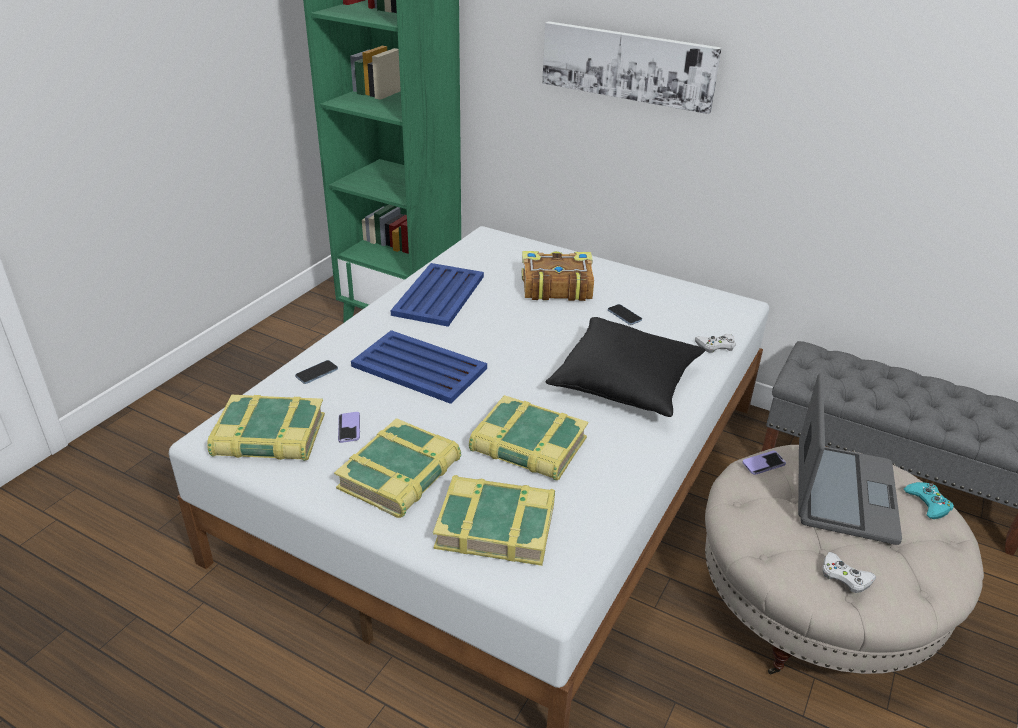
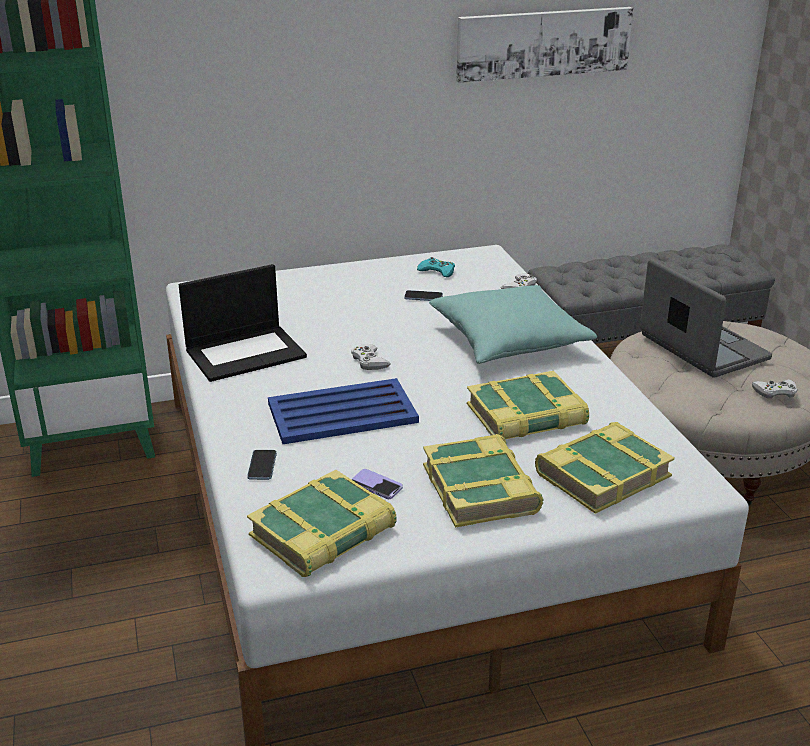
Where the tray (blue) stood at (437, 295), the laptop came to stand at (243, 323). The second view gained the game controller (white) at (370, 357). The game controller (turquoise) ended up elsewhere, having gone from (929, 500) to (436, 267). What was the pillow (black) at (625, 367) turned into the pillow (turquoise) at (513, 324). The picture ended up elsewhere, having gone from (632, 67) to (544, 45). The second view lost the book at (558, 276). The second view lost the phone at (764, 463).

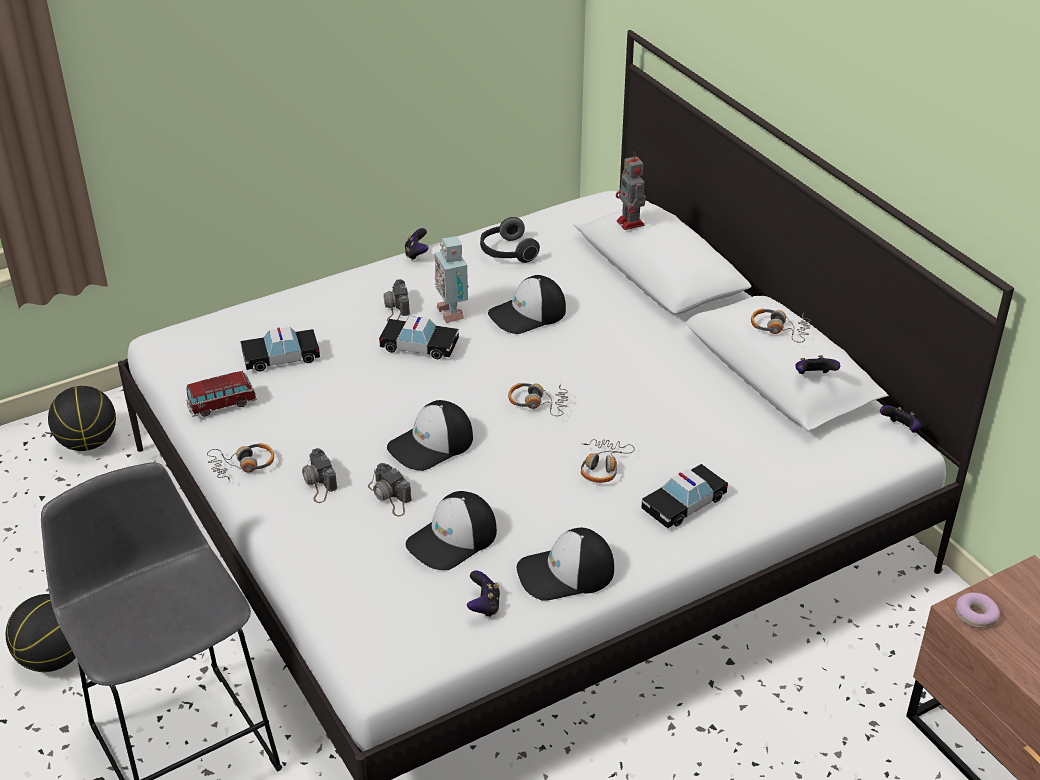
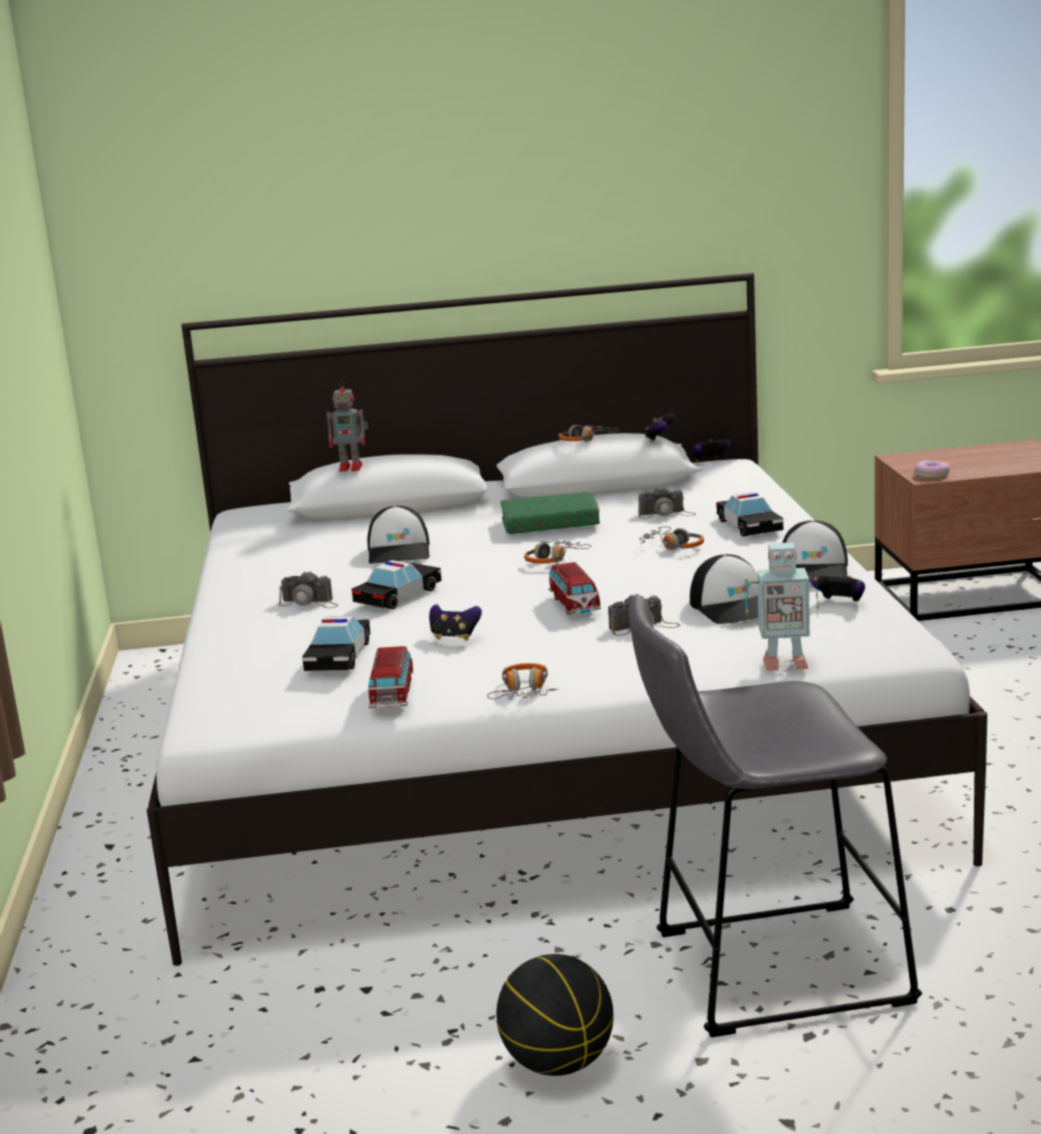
The game controller ended up elsewhere, having gone from (417, 244) to (455, 622). The second view gained the book (green) at (550, 513). Where the cap stood at (430, 435), the toy car came to stand at (575, 588). The photo camera ended up elsewhere, having gone from (319, 475) to (667, 502). The toy robot ended up elsewhere, having gone from (451, 279) to (782, 606). The second view lost the basketball at (82, 418). The second view lost the headphones at (510, 240).

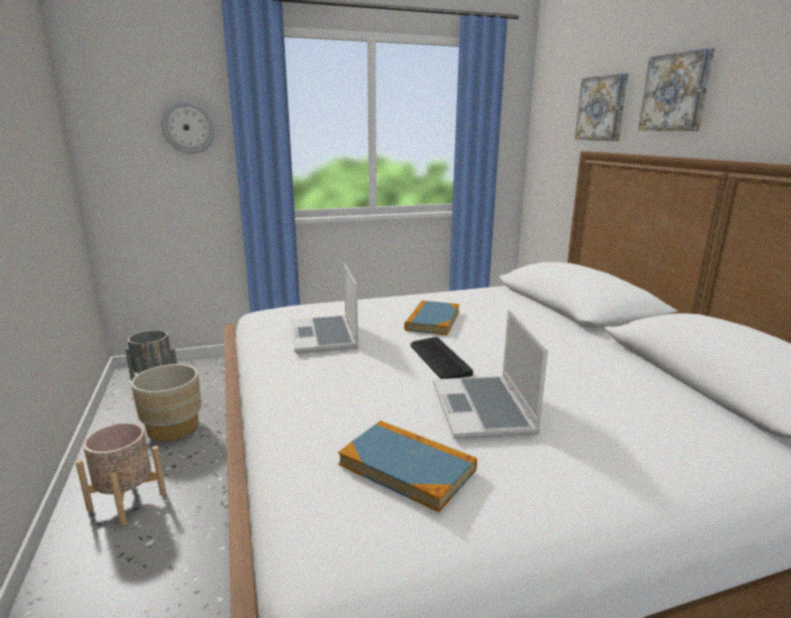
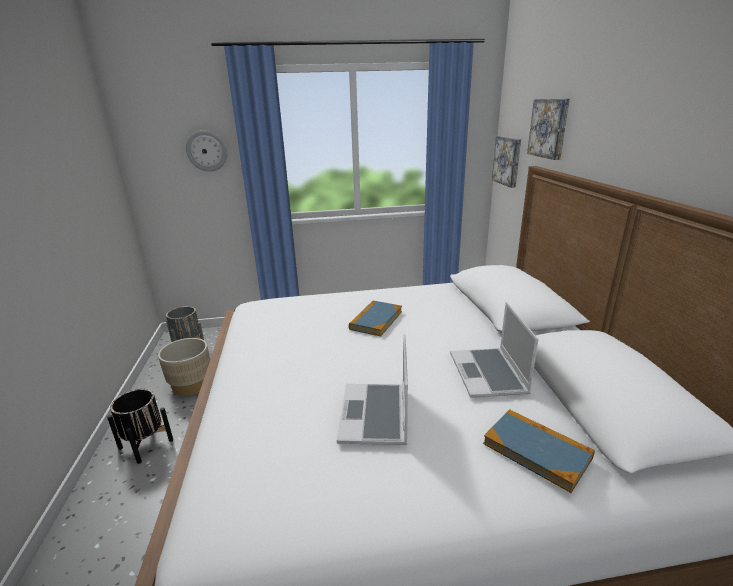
What was the planter (beige) at (120, 474) turned into the planter (black) at (140, 426). The laptop ended up elsewhere, having gone from (325, 308) to (494, 350). The book ended up elsewhere, having gone from (407, 466) to (539, 451). The picture ended up elsewhere, having gone from (676, 89) to (506, 162). The second view lost the keyboard at (441, 358).

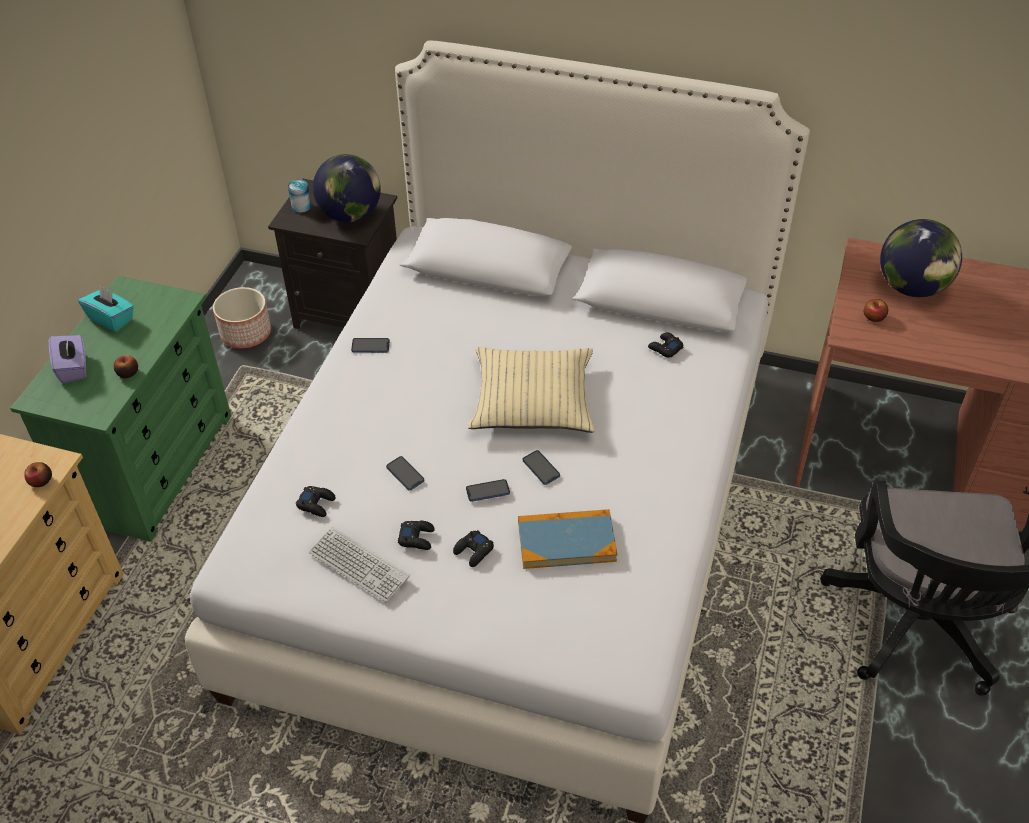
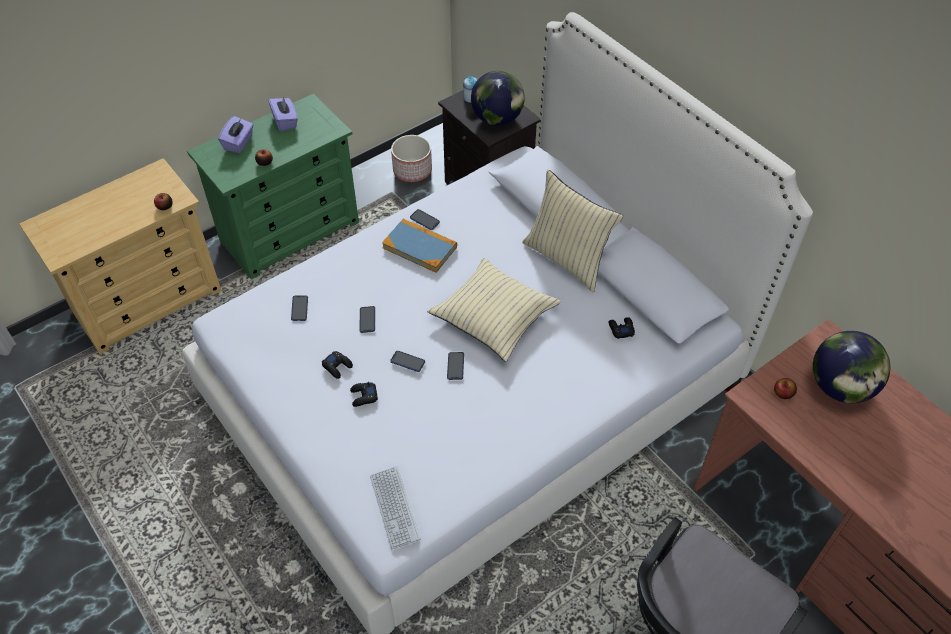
What was the tissue box (turquoise) at (106, 308) turned into the tissue box (purple) at (283, 113). Where the game controller (black) stood at (316, 501), the phone came to stand at (299, 308). The keyboard ended up elsewhere, having gone from (359, 565) to (395, 507). The book ended up elsewhere, having gone from (567, 539) to (419, 246). The second view gained the pillow (beige) at (573, 230).

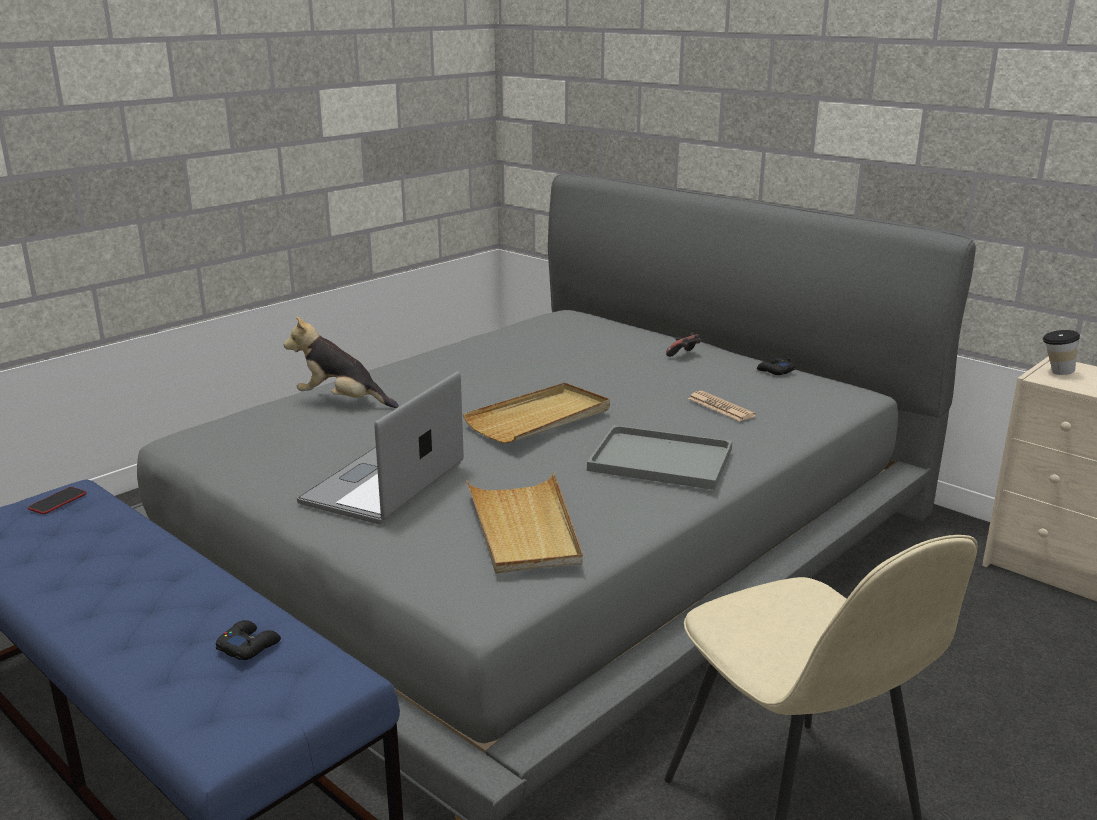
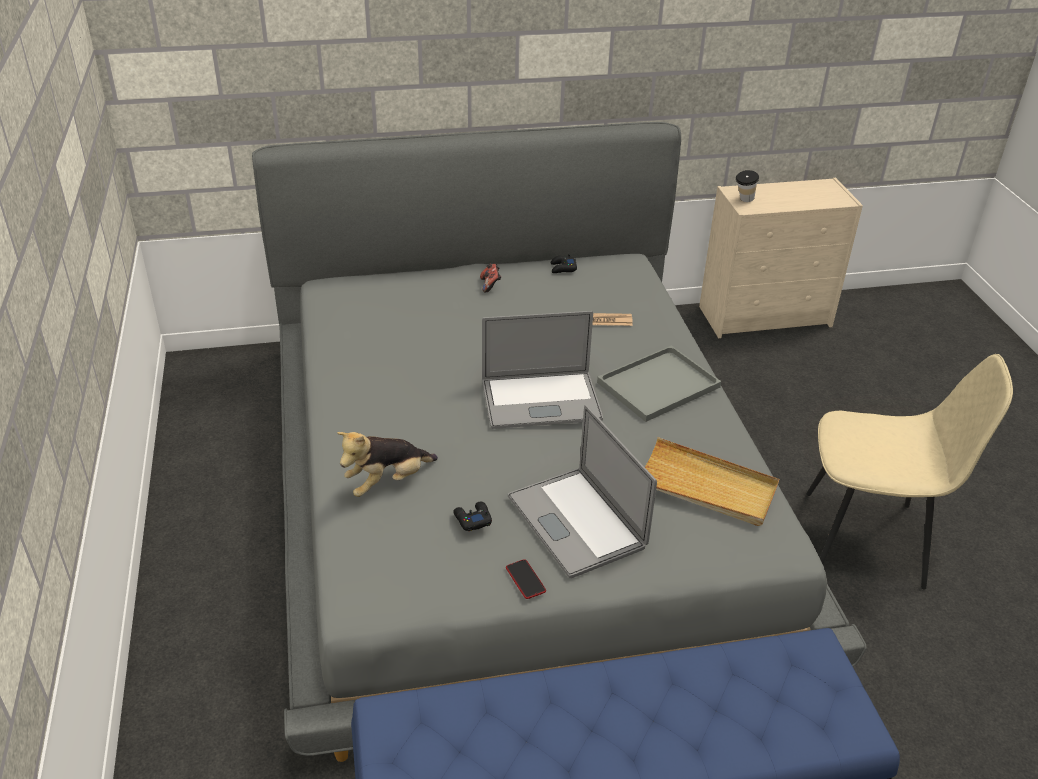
The game controller (black) ended up elsewhere, having gone from (248, 640) to (472, 516). Where the tray (beige) stood at (536, 413), the laptop came to stand at (542, 370). The phone ended up elsewhere, having gone from (57, 500) to (526, 579).

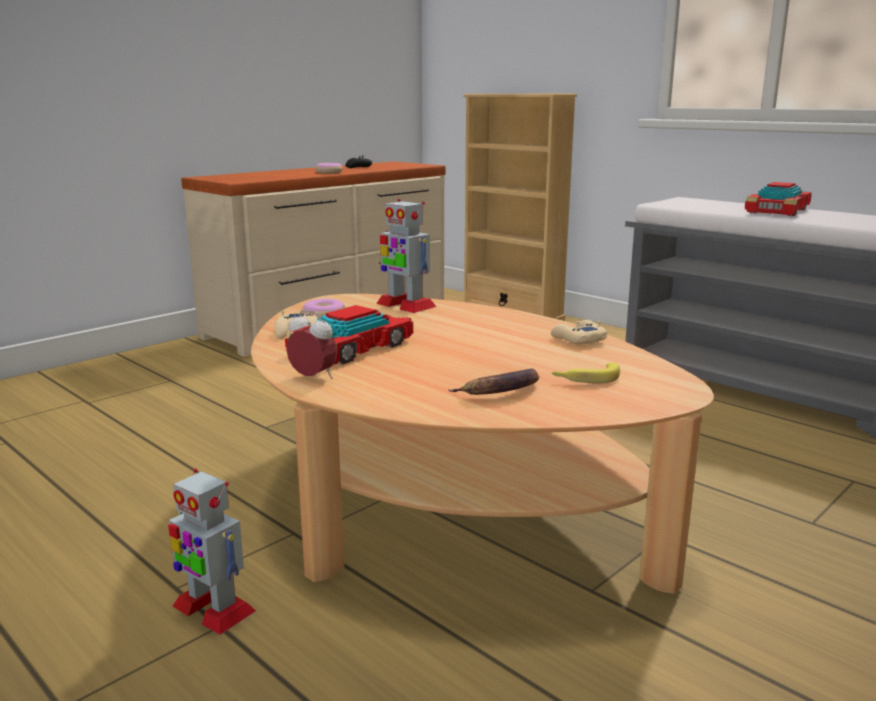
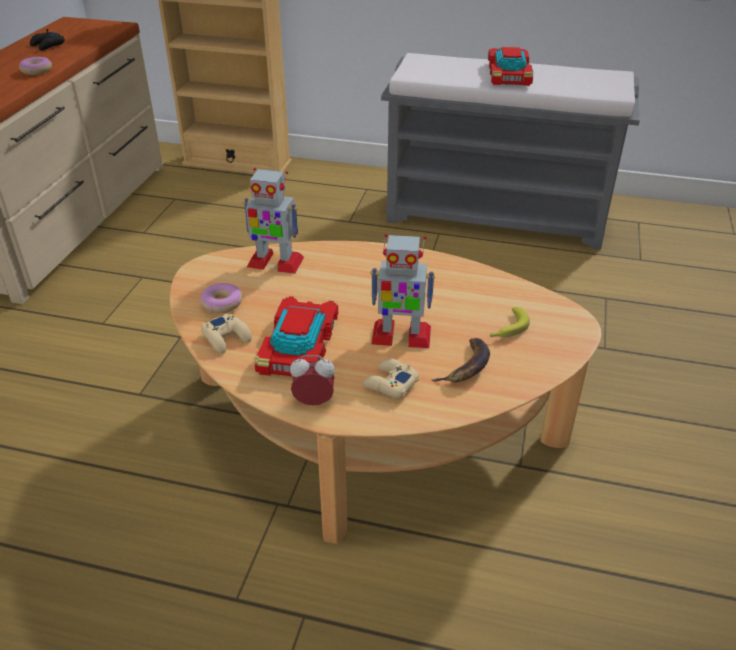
The game controller (beige) ended up elsewhere, having gone from (579, 332) to (391, 378). The toy robot ended up elsewhere, having gone from (212, 551) to (402, 291).

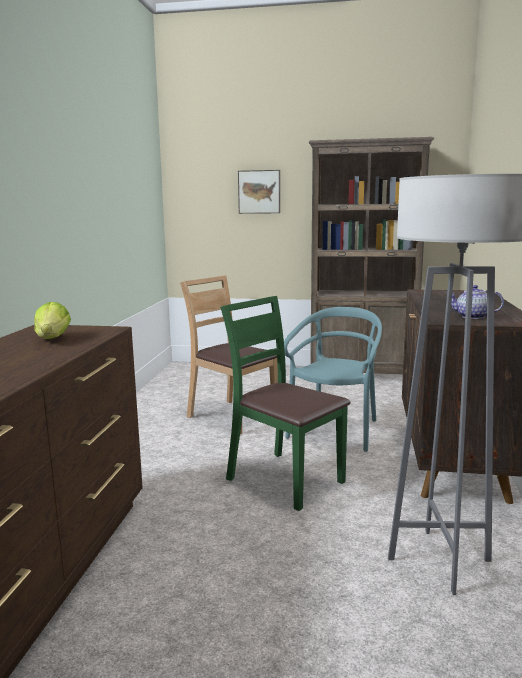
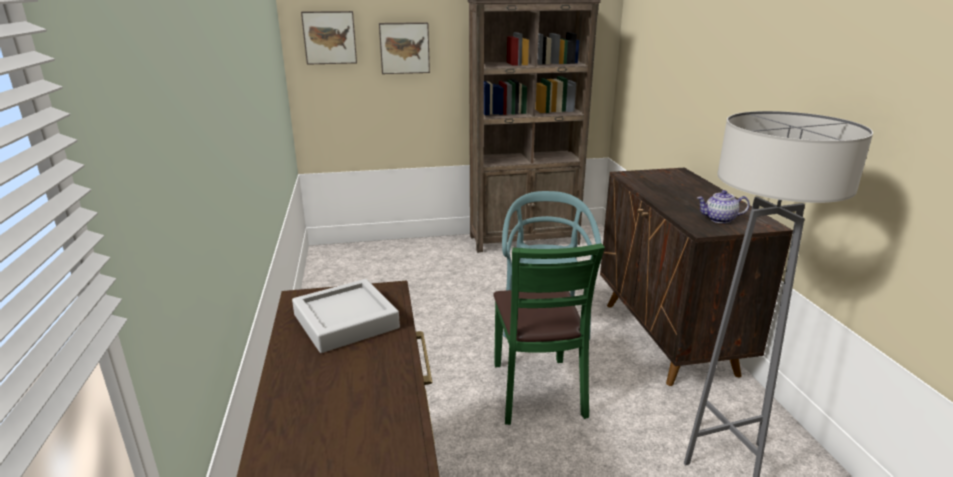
Where the lettuce stood at (52, 320), the tray (grey) came to stand at (346, 316). The second view gained the picture at (329, 38). The chair (green) at (285, 403) ended up facing another way, 120 degrees counterclockwise from before. The second view lost the chair (brown) at (229, 354).

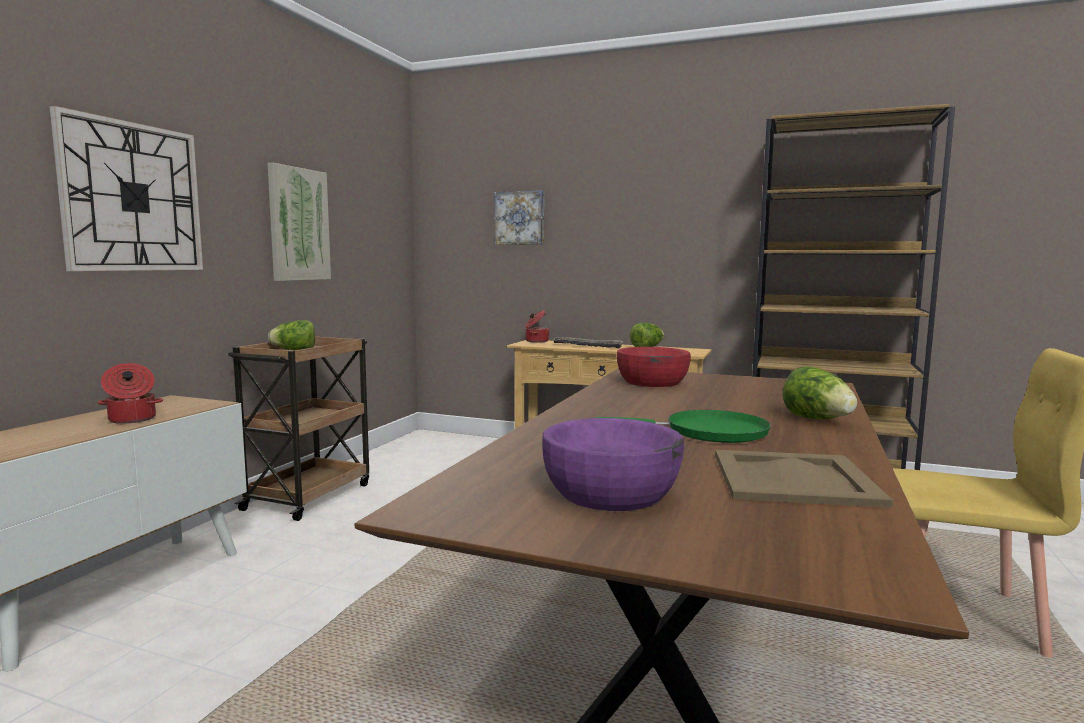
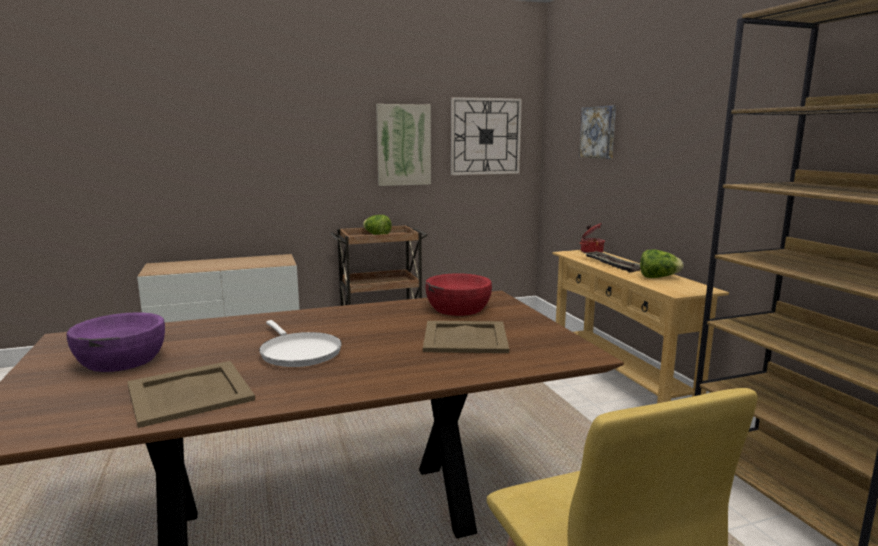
What was the frying pan (green) at (683, 426) turned into the frying pan (white) at (300, 343). The second view gained the tray (beige) at (466, 337). The wall clock ended up elsewhere, having gone from (126, 188) to (486, 136). The second view lost the cooking pot at (130, 393). The second view lost the lettuce at (820, 392).

